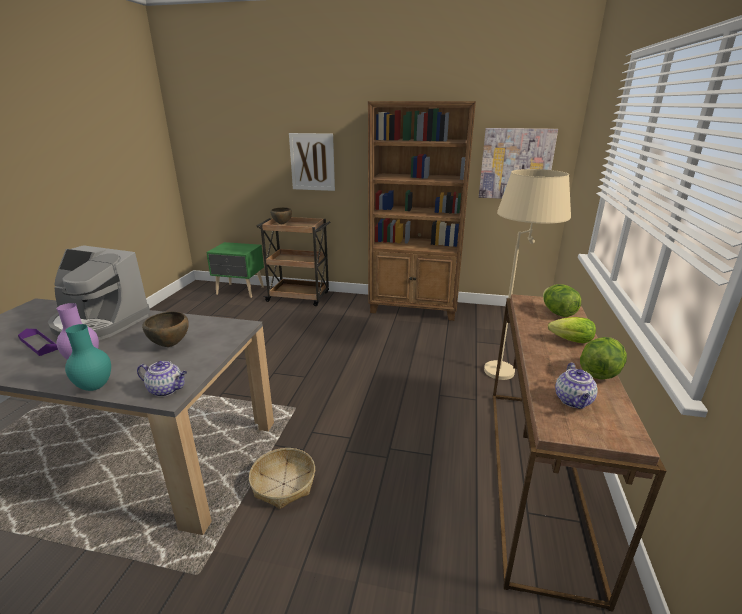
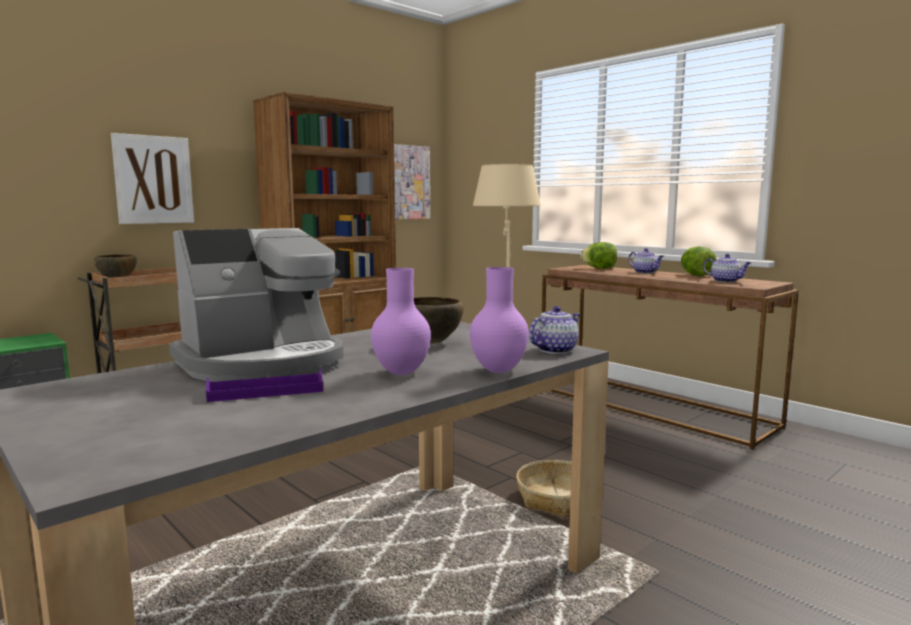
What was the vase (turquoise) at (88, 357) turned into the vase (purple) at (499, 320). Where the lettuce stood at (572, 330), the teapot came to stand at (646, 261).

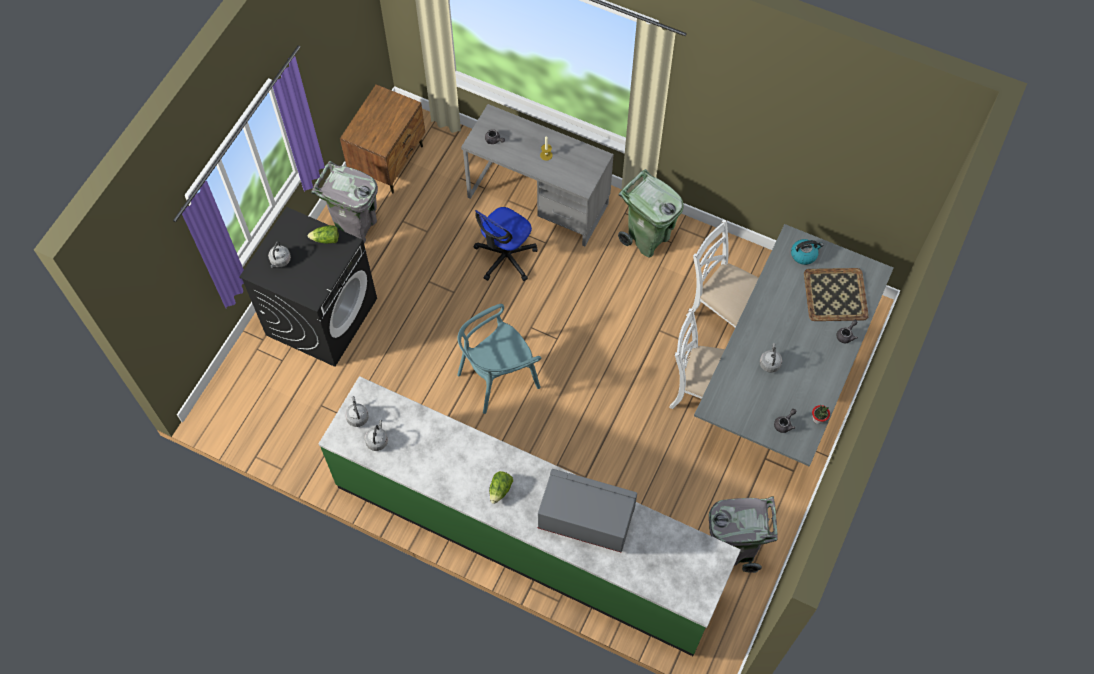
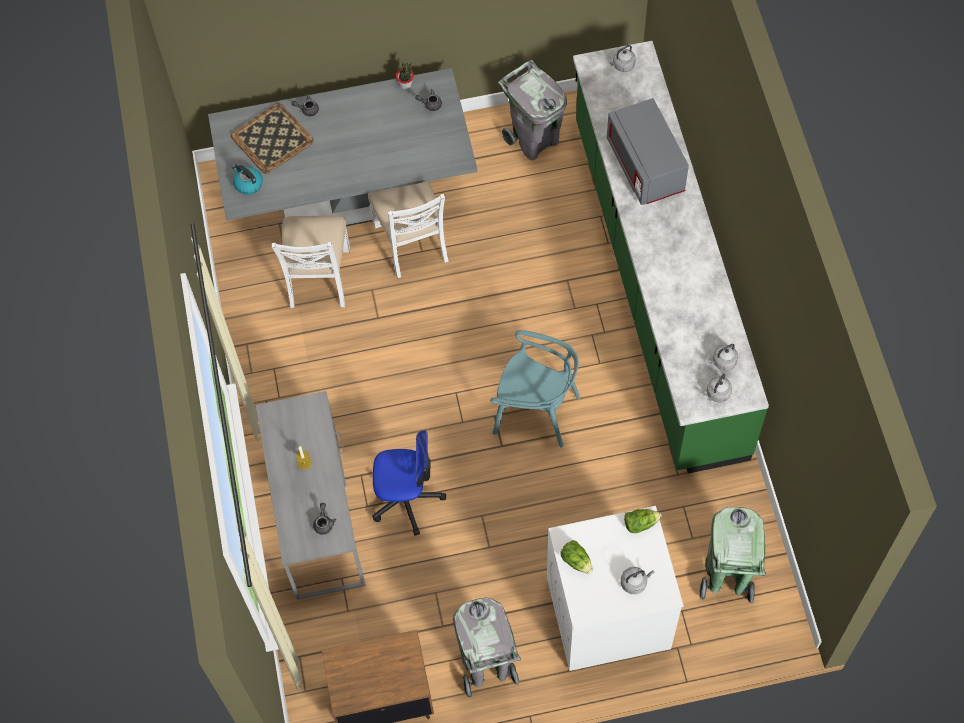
What was the washing machine (black) at (308, 287) turned into the washing machine (white) at (615, 588). The kettle (grey) ended up elsewhere, having gone from (771, 358) to (622, 58). The lettuce ended up elsewhere, having gone from (501, 487) to (643, 521). The trash can (green) ended up elsewhere, having gone from (651, 213) to (732, 555).

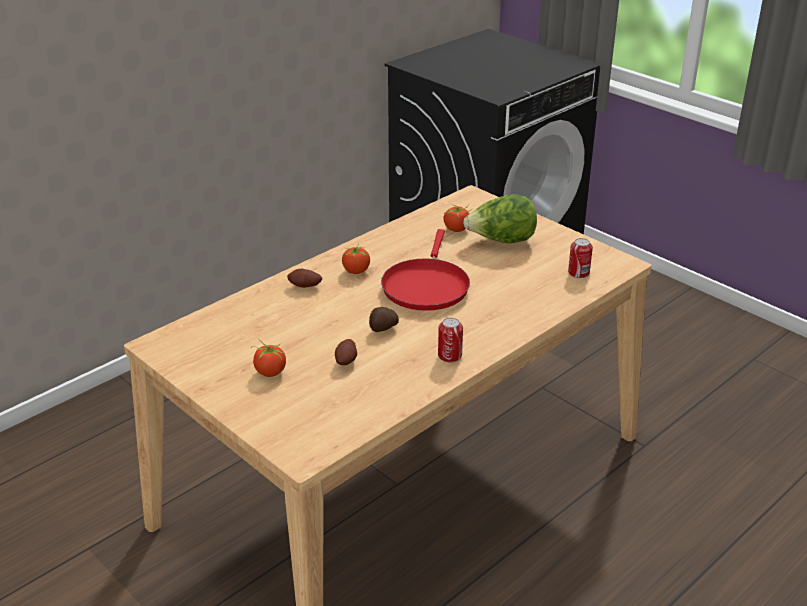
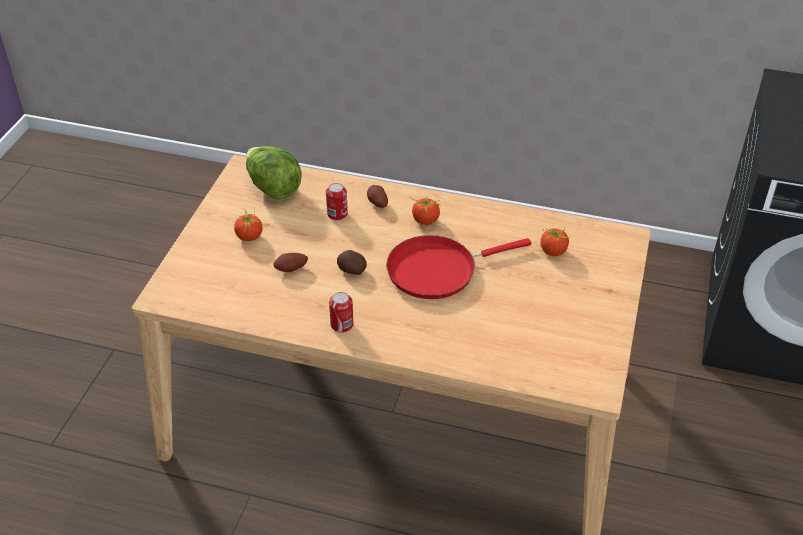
The lettuce ended up elsewhere, having gone from (500, 218) to (274, 173). The can ended up elsewhere, having gone from (580, 258) to (337, 201).

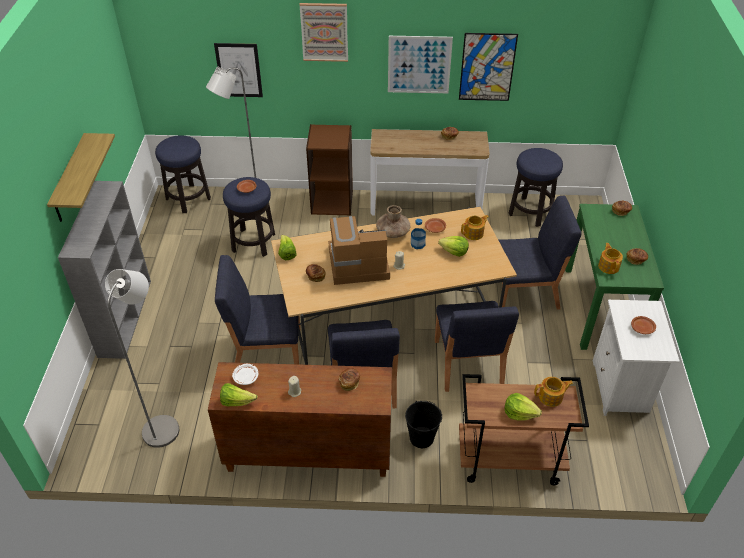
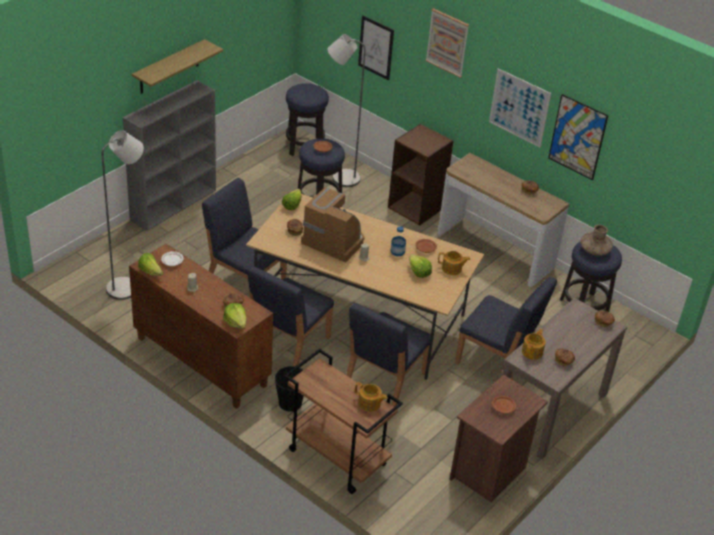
The lettuce ended up elsewhere, having gone from (523, 407) to (235, 316). What was the nightstand (white) at (636, 358) turned into the nightstand (brown) at (499, 438). What was the console table (green) at (614, 277) turned into the console table (brown) at (564, 379). The vase (brown) ended up elsewhere, having gone from (393, 221) to (596, 240).

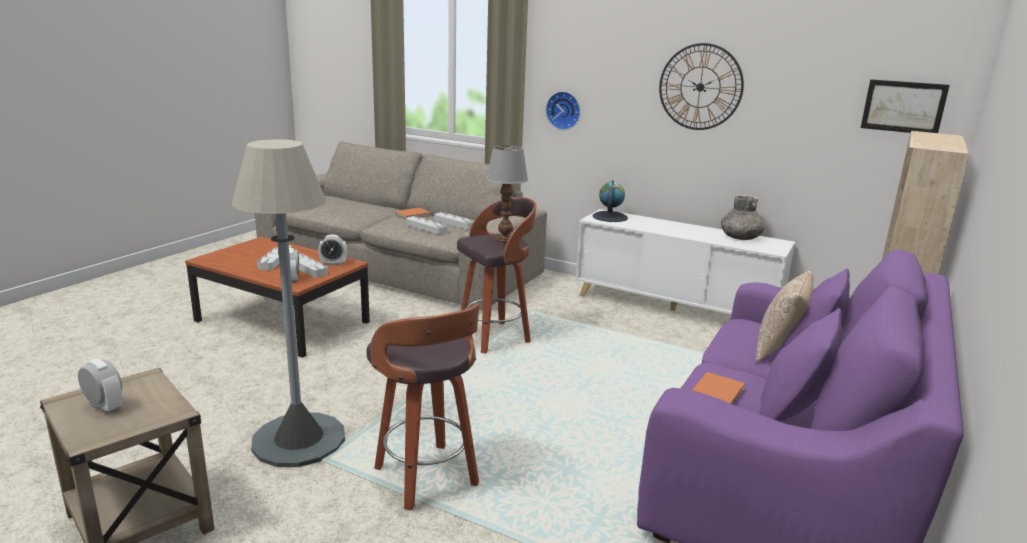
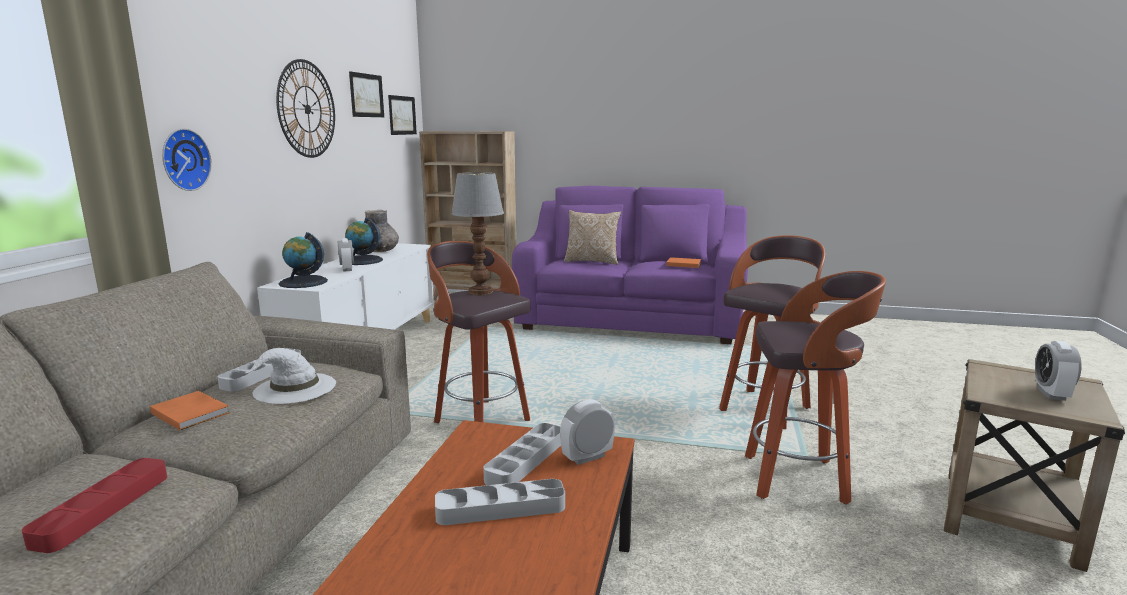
The second view gained the tray (red) at (94, 505). Where the tray (grey) stood at (426, 225), the hat (white) came to stand at (290, 376). The alarm clock ended up elsewhere, having gone from (332, 250) to (346, 255). The second view gained the globe at (364, 241). The second view gained the picture at (366, 94). Where the floor lamp (grey) stood at (288, 303), the stool came to stand at (815, 388).

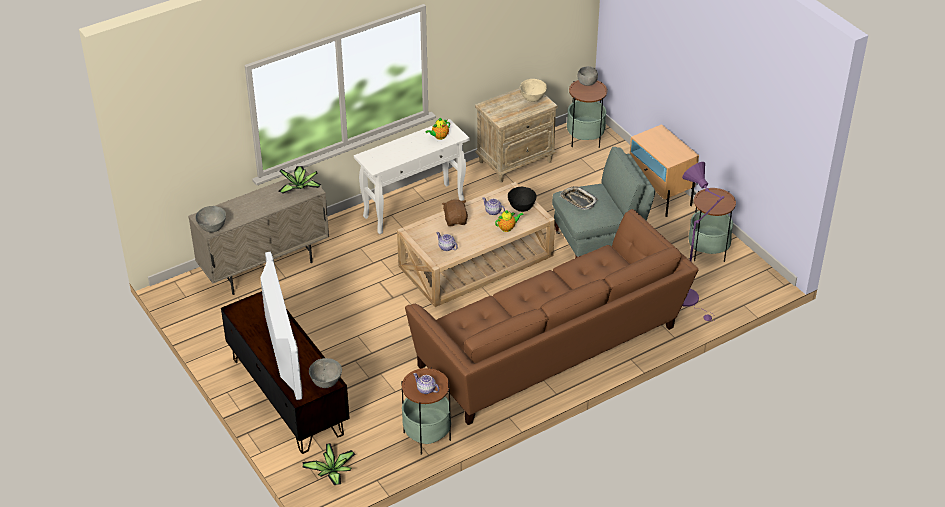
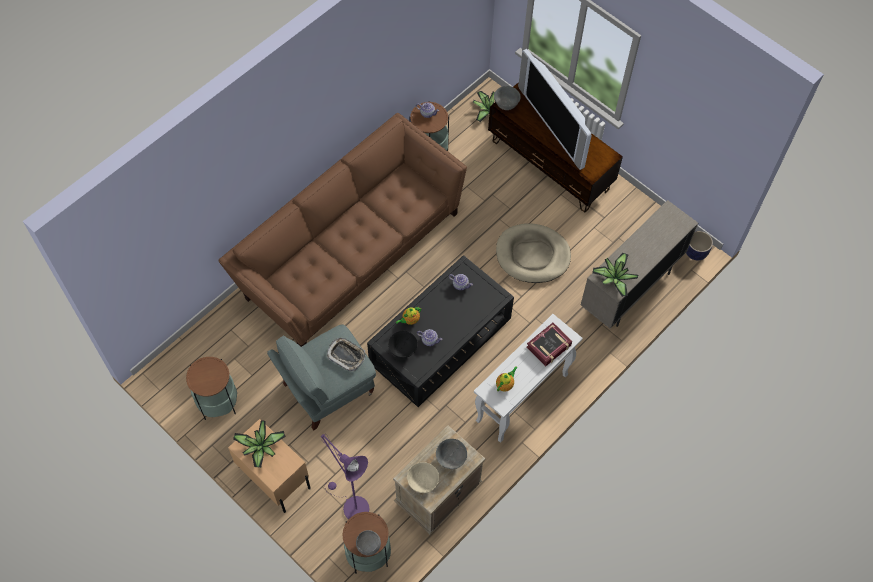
The second view gained the potted plant at (259, 444). The floor lamp (purple) ended up elsewhere, having gone from (703, 241) to (345, 476). What was the coffee table (beige) at (476, 244) turned into the coffee table (black) at (440, 331). The bowl (grey) ended up elsewhere, having gone from (210, 219) to (451, 454). The second view gained the dog bed (beige) at (533, 253). The second view gained the book at (549, 344). The second view gained the planter at (699, 245). The second view lost the plush toy (brown) at (455, 212).

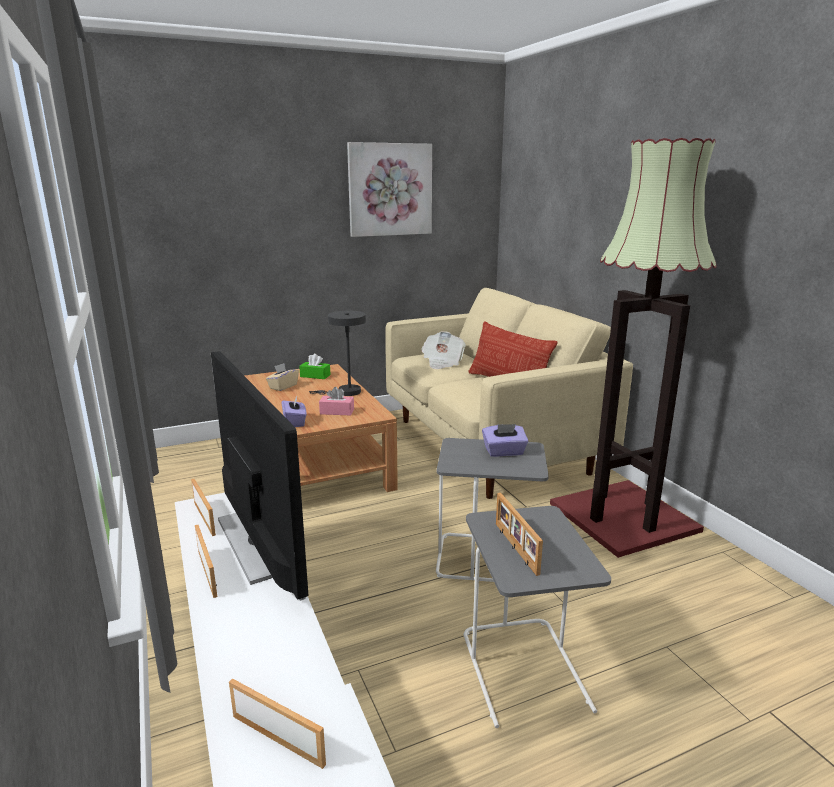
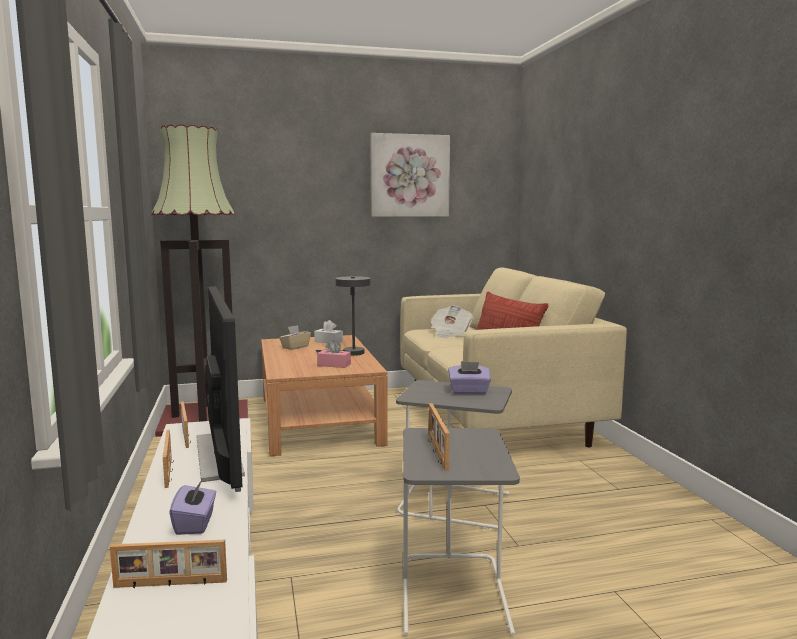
The picture frame at (277, 723) ended up facing another way, 135 degrees clockwise from before. The floor lamp ended up elsewhere, having gone from (633, 348) to (199, 280). The tissue box (purple) ended up elsewhere, having gone from (293, 411) to (192, 506). What was the tissue box (green) at (315, 366) turned into the tissue box (white) at (328, 331).

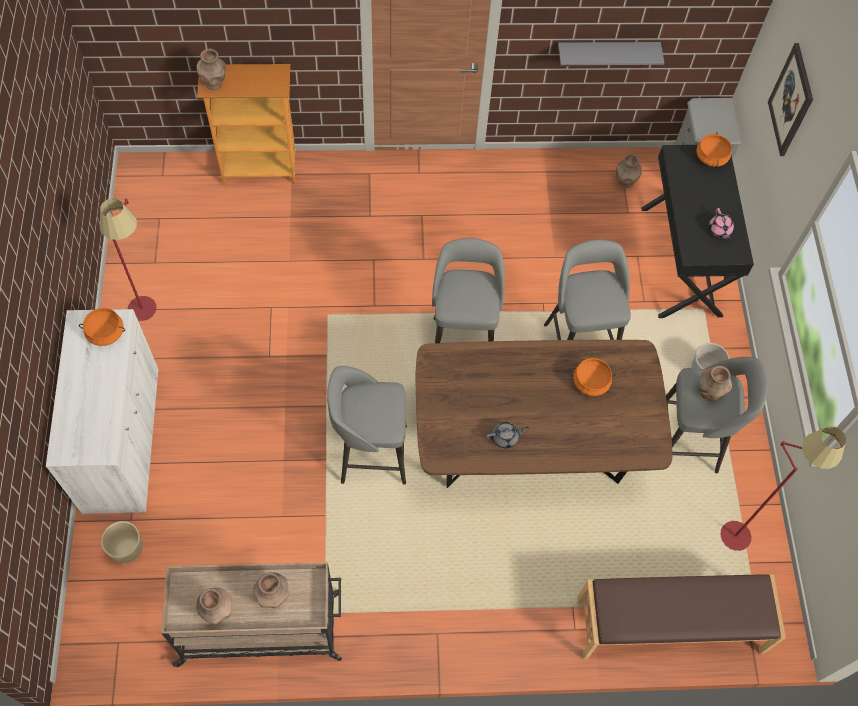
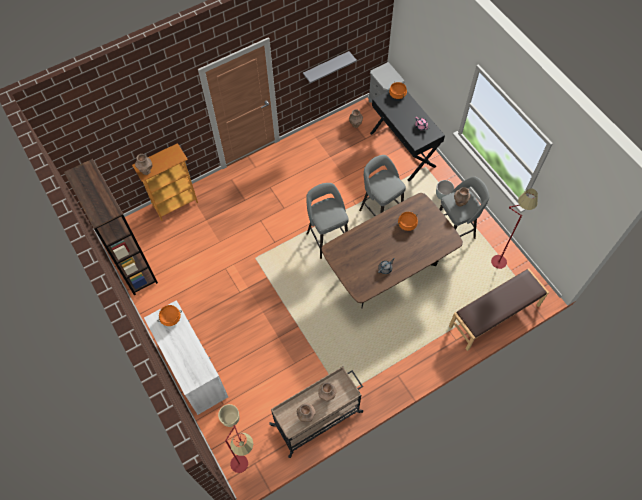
The second view gained the bookcase (brown) at (111, 227). The floor lamp (red) ended up elsewhere, having gone from (128, 259) to (239, 449). The second view lost the stool (grey) at (367, 425). The second view lost the picture at (790, 99).

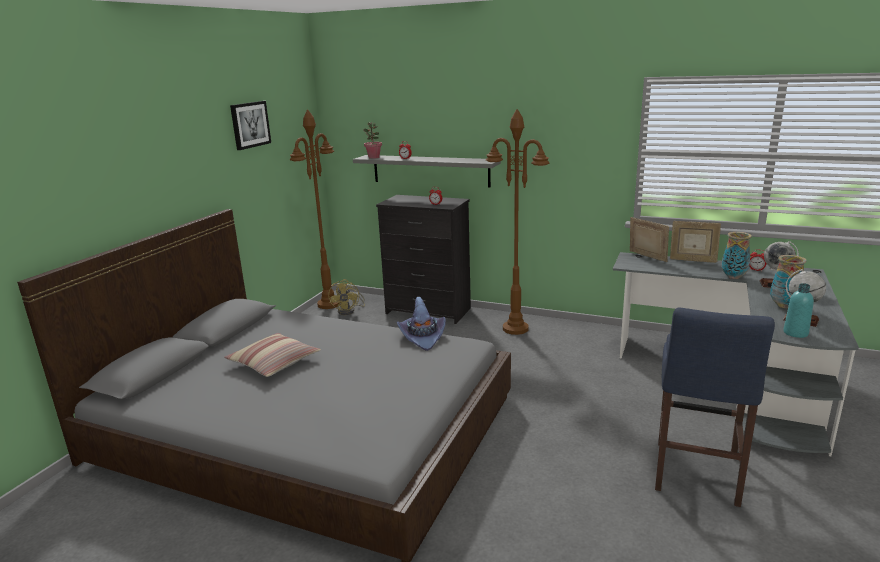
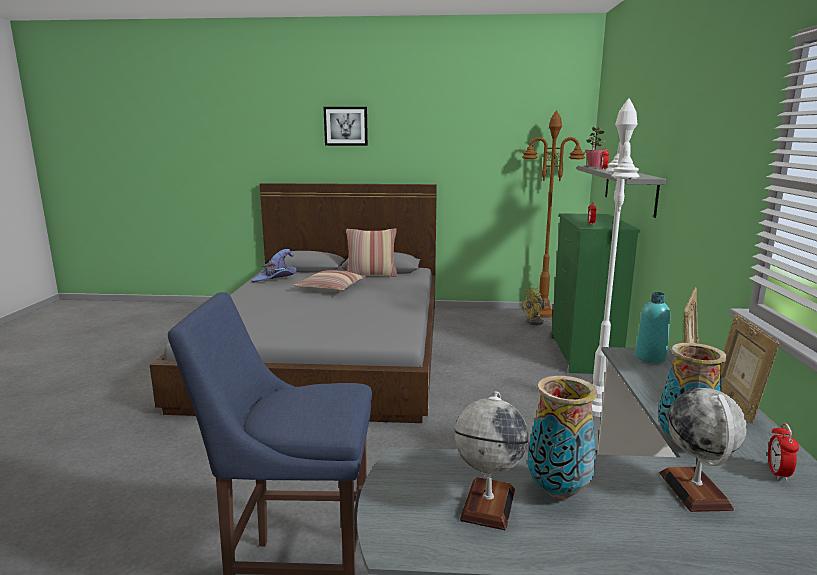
The hat (purple) ended up elsewhere, having gone from (421, 324) to (274, 265). The picture ended up elsewhere, having gone from (250, 125) to (345, 126). The second view gained the pillow at (371, 252). What was the dresser (black) at (423, 259) turned into the dresser (green) at (595, 293). What was the floor lamp (brown) at (518, 222) turned into the floor lamp (white) at (615, 257). The bottle (turquoise) ended up elsewhere, having gone from (798, 310) to (652, 327).

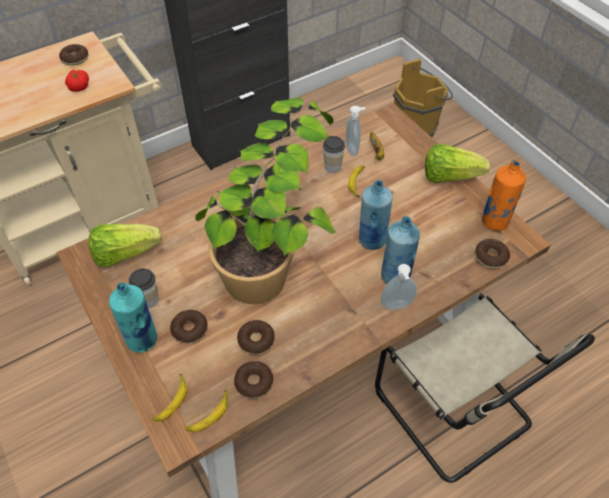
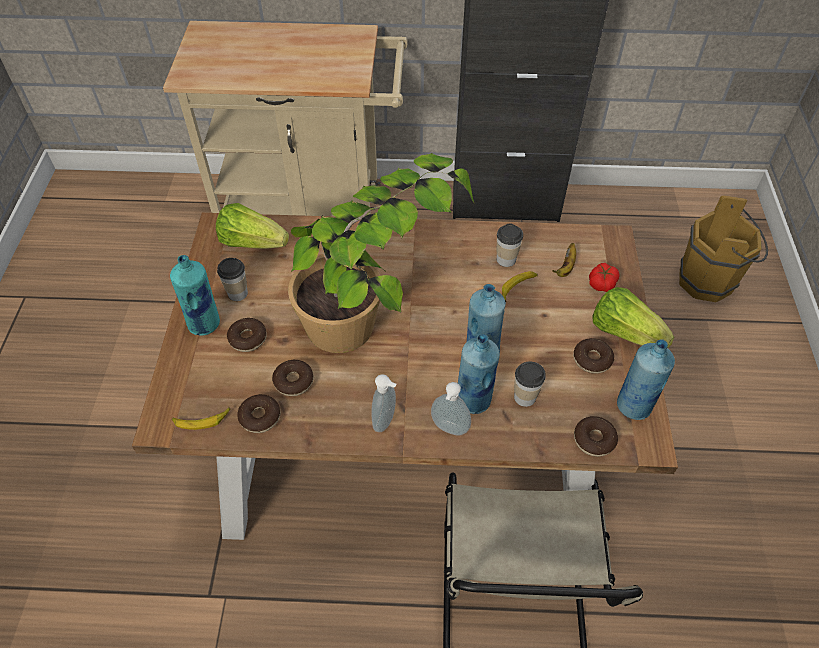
The soap dispenser ended up elsewhere, having gone from (355, 131) to (383, 403). The second view gained the cup at (530, 384). The donut ended up elsewhere, having gone from (73, 55) to (593, 356). The tomato ended up elsewhere, having gone from (77, 81) to (604, 277). What was the bottle (orange) at (504, 195) turned into the bottle (blue) at (646, 379). The second view lost the banana at (169, 397).

